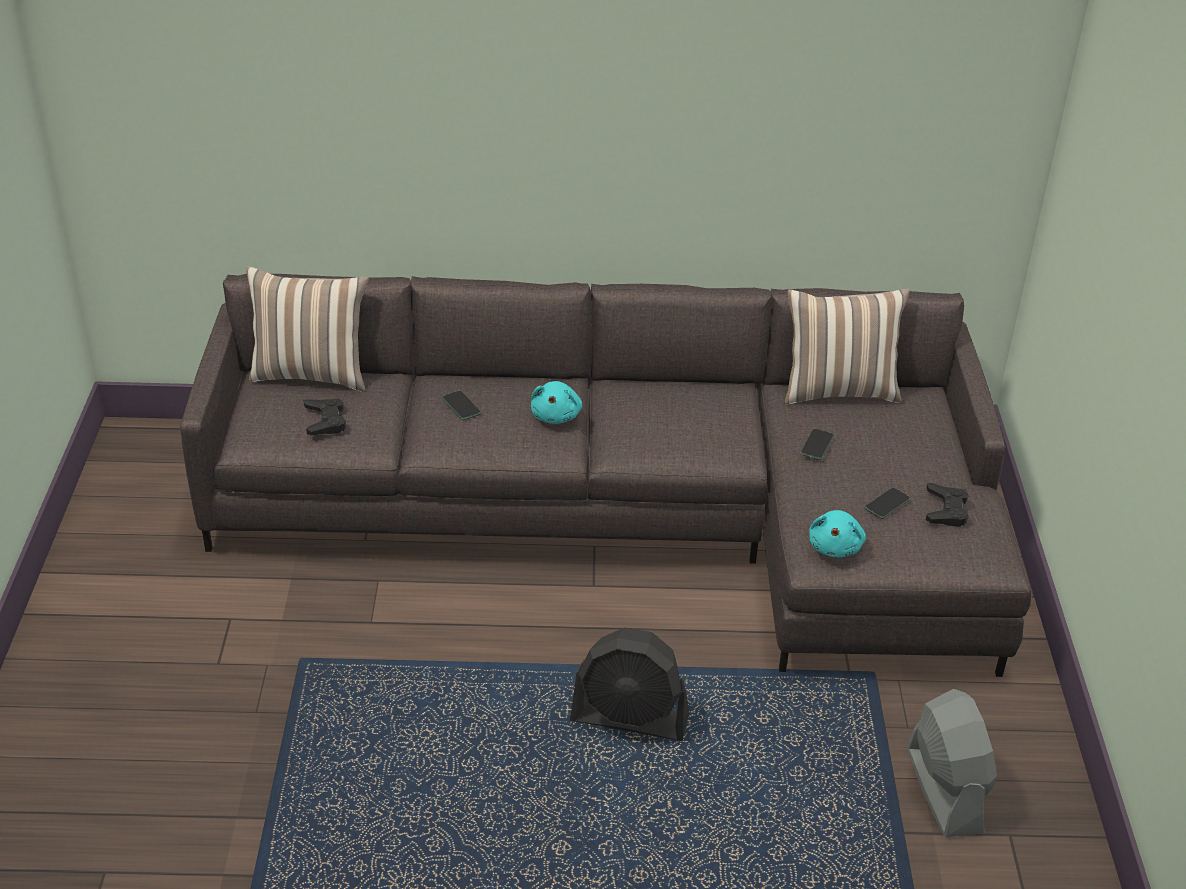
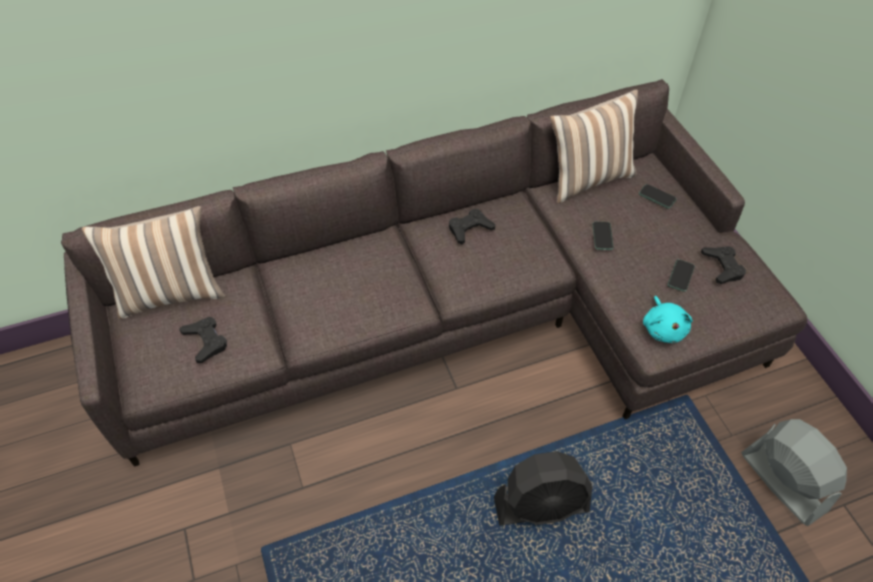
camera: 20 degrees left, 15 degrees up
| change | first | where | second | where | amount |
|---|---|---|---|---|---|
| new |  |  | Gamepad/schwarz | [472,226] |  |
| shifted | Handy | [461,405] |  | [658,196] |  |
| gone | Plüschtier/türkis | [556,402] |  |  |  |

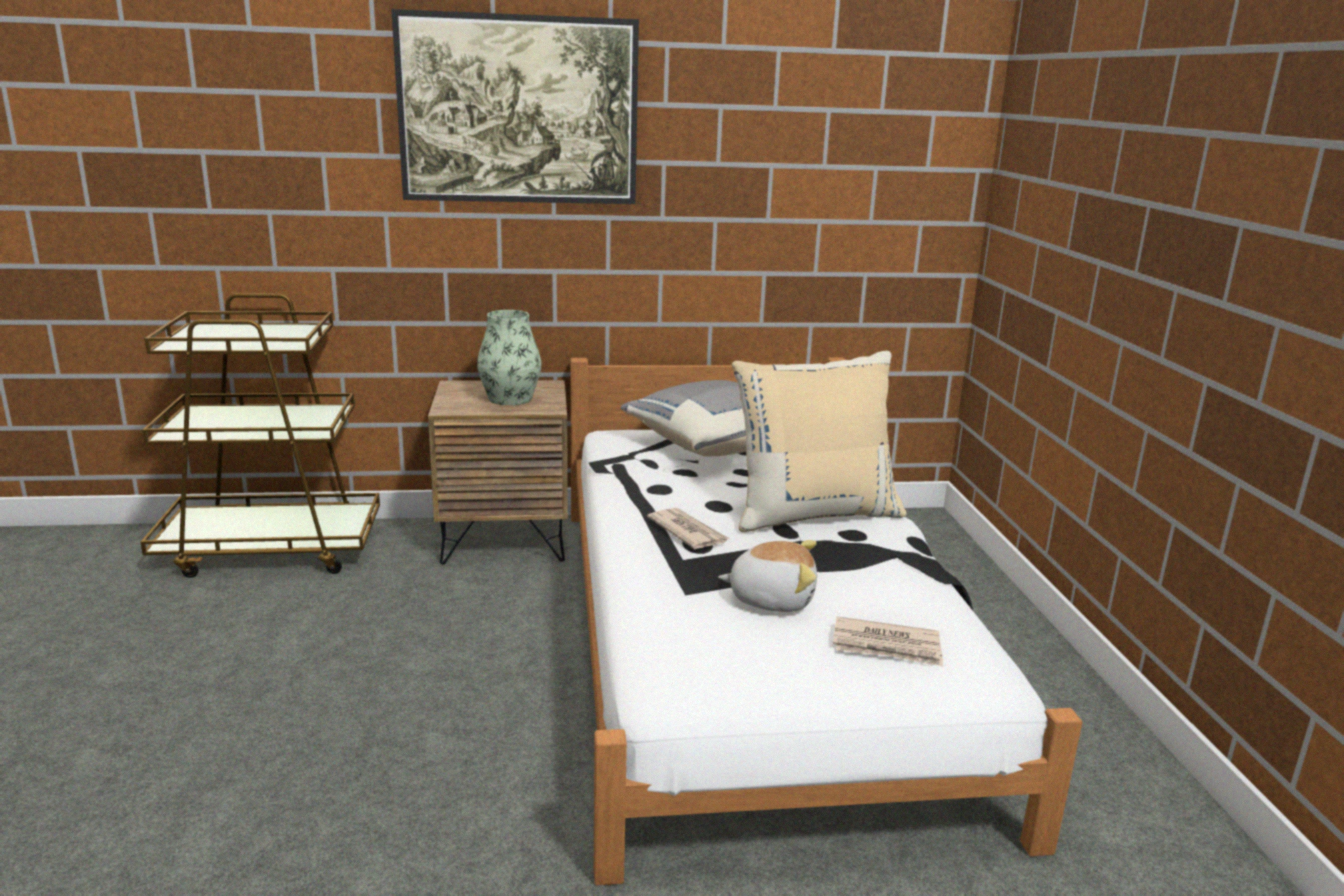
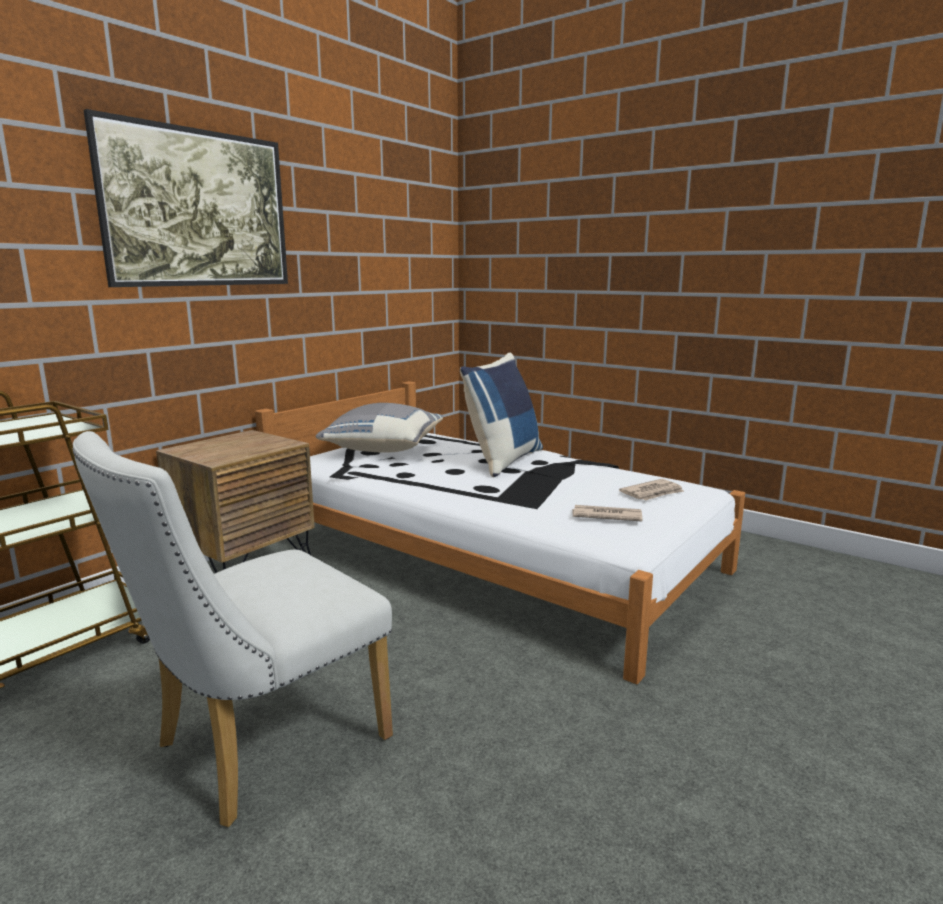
camera: 45 degrees left, 5 degrees down
| change | first | where | second | where | amount |
|---|---|---|---|---|---|
| new |  |  | Stuhl/weiß | [233,629] |  |
| repainted | Kissen/beige | [819,441] | Kissen/blau | [501,415] |  |
| shifted | Zeitung | [688,528] |  | [607,513] |  |
| gone | Vase | [509,357] |  |  |  |
| gone | Plüschtier | [767,576] |  |  |  |

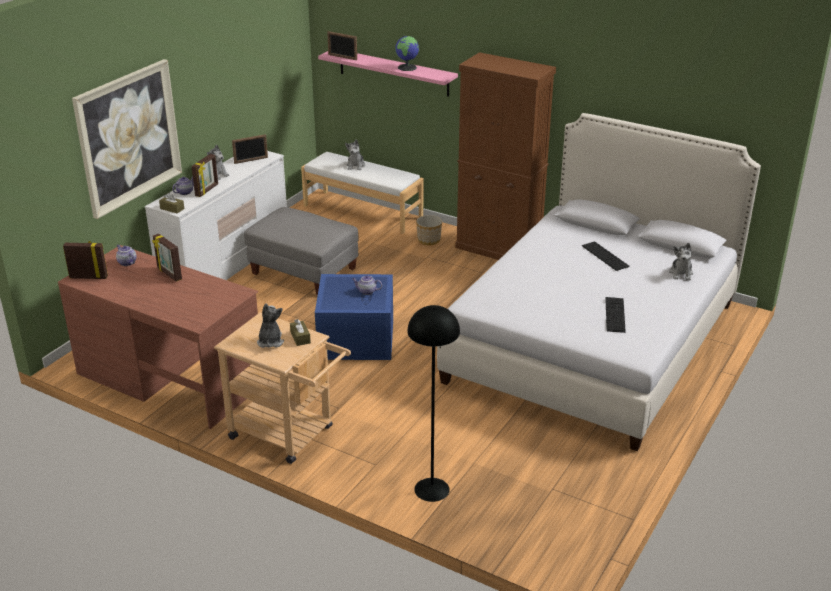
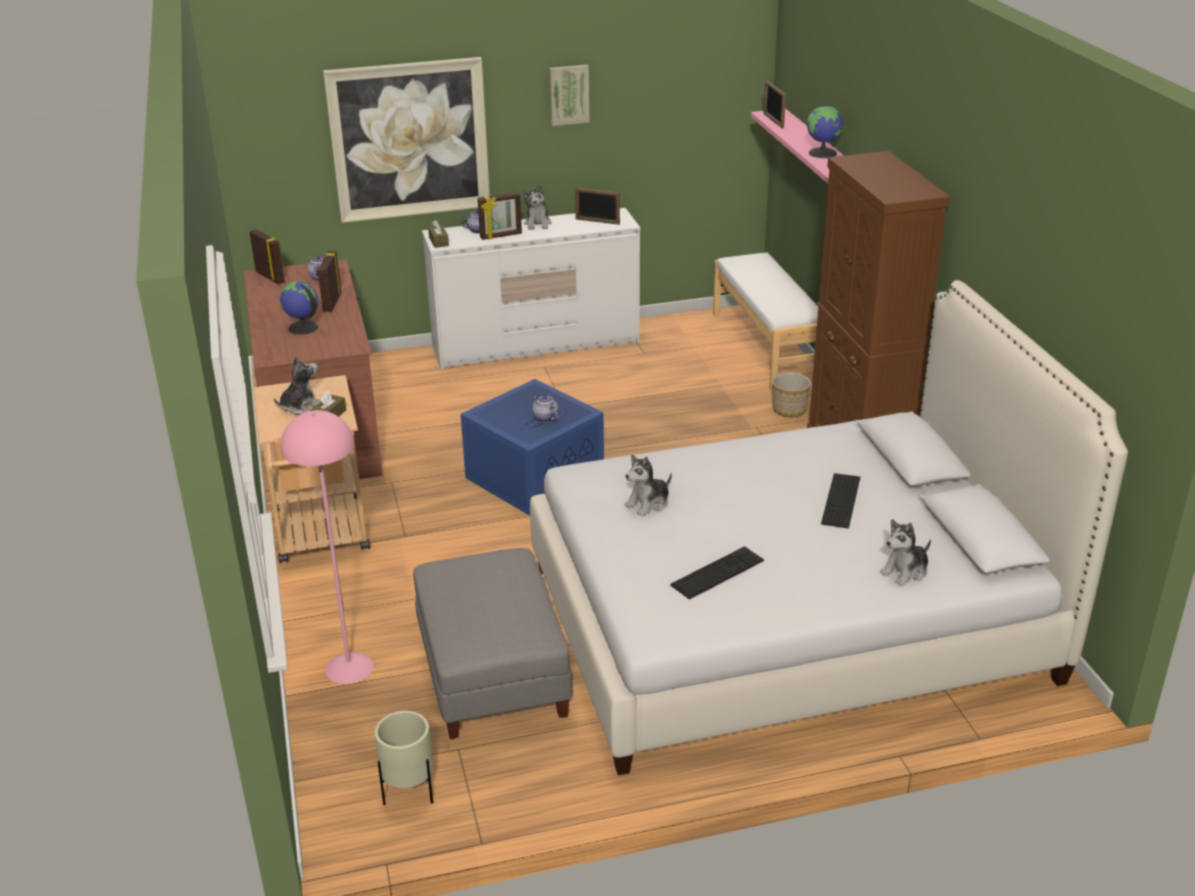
camera: 45 degrees right, 0 degrees up
| change | first | where | second | where | amount |
|---|---|---|---|---|---|
| new |  |  | Globus | [299,308] |  |
| repainted | Stehlampe/schwarz | [433,403] | Stehlampe/rosa | [327,547] |  |
| new |  |  | Pflanzkübel/beige | [404,758] |  |
| shifted | Polsterhocker/grau | [301,251] |  | [493,643] |  |
| new |  |  | Bild | [569,95] |  |
| shifted | Plüschtier | [355,155] |  | [648,485] |  |

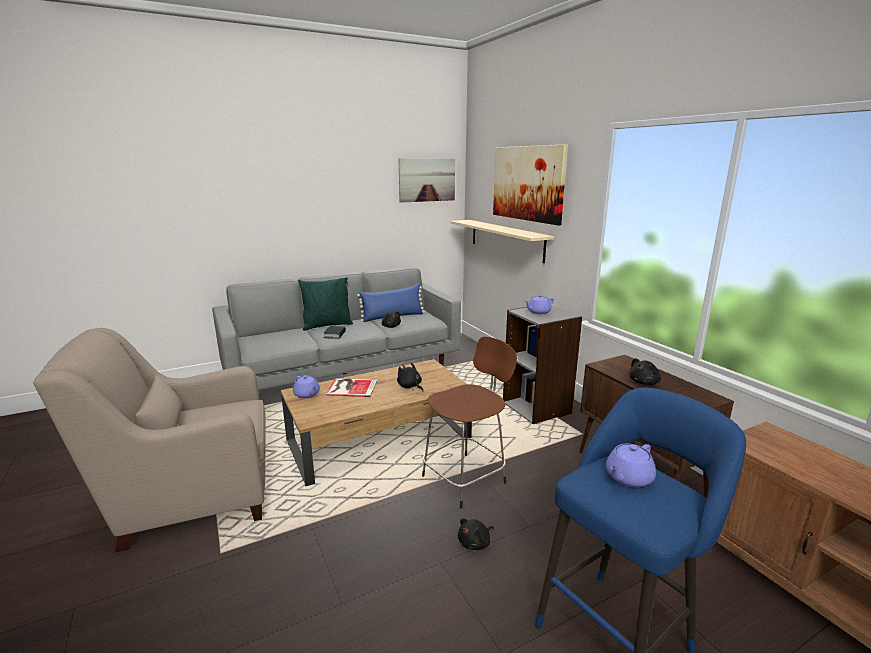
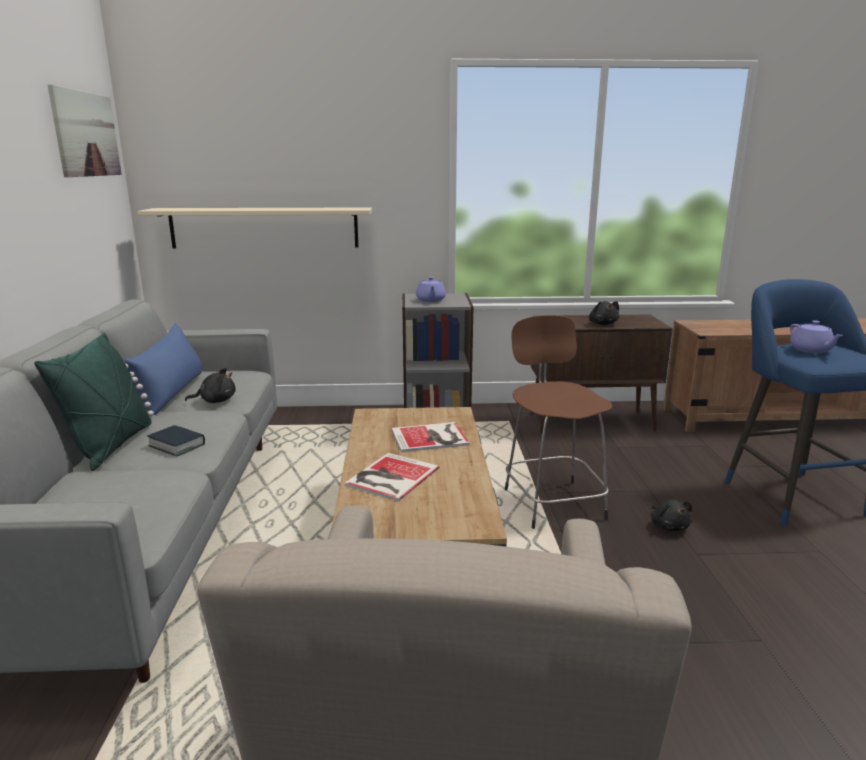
camera: 65 degrees left, 0 degrees up
| change | first | where | second | where | amount |
|---|---|---|---|---|---|
| swapped | Plüschtier/schwarz | [410,377] | Buch | [430,437] |  |
| gone | Teekanne/lila | [306,386] |  |  |  |
| gone | Bild | [530,185] |  |  |  |

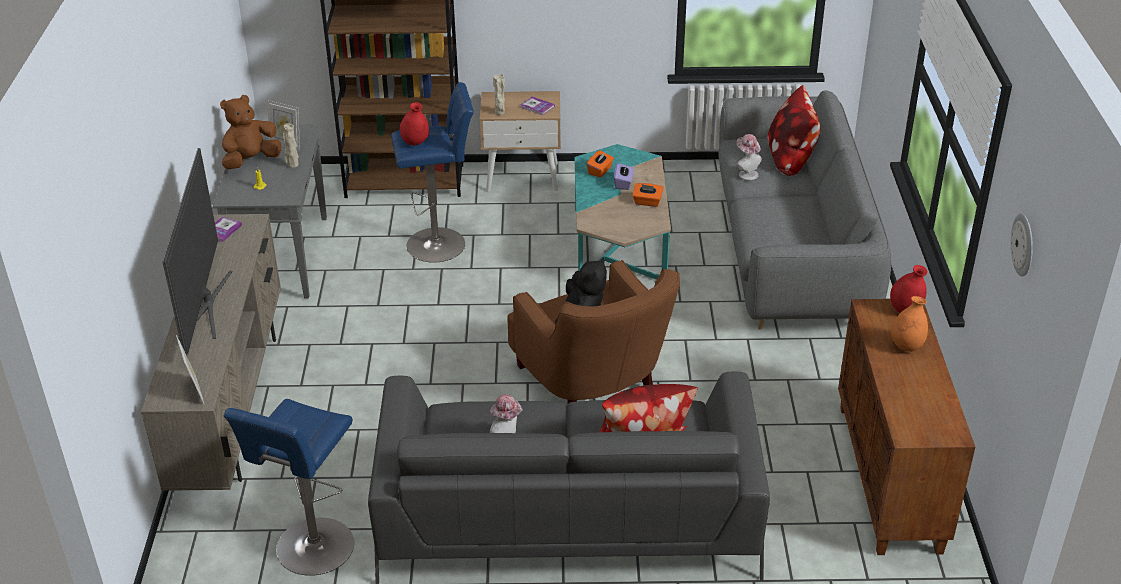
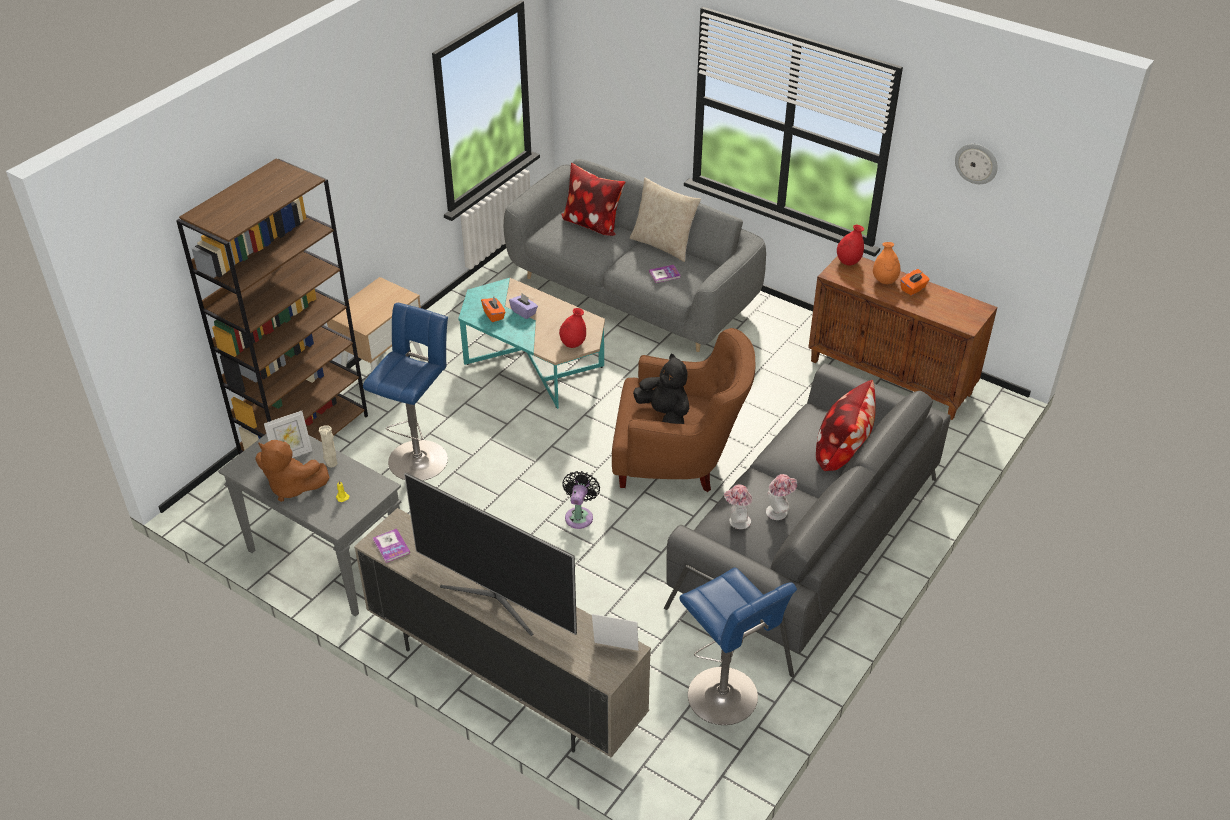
camera: 55 degrees left, 5 degrees up
| change | first | where | second | where | amount |
|---|---|---|---|---|---|
| rotated | Plüschtier/braun | [250,132] |  | [293,471] | 60 degrees counterclockwise |
| shifted | Vase/rot | [414,124] |  | [572,328] |  |
| new |  |  | Ventilator/schwarz | [581,500] |  |
| new |  |  | Kissen/beige | [665,219] |  |
| shifted | Buch | [537,106] |  | [665,274] |  |
| shifted | Hut | [749,157] |  | [738,506] |  |
| shifted | Taschentuchbox/orange | [648,195] |  | [915,282] |  |
| gone | Vase/beige | [499,94] |  |  |  |

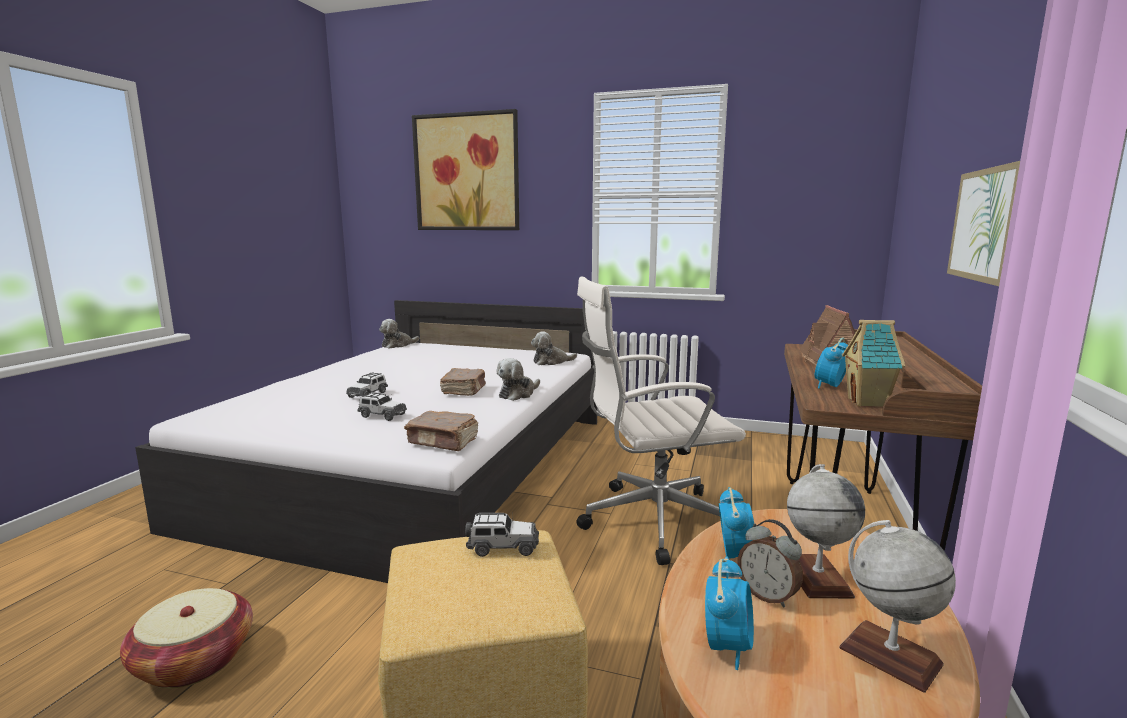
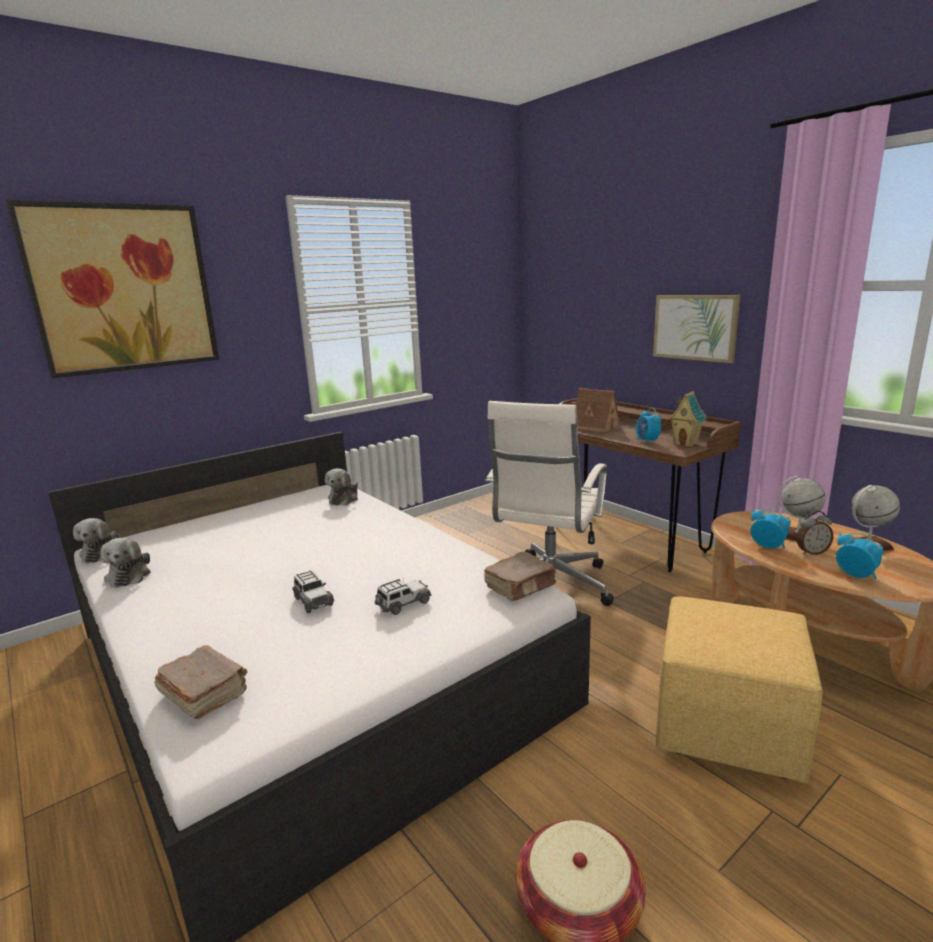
camera: 55 degrees left, 5 degrees up
| change | first | where | second | where | amount |
|---|---|---|---|---|---|
| shifted | Plüschtier | [518,379] |  | [125,562] |  |
| shifted | Buch/braun | [463,382] |  | [200,682] |  |
| gone | Spielzeugauto | [502,535] |  |  |  |

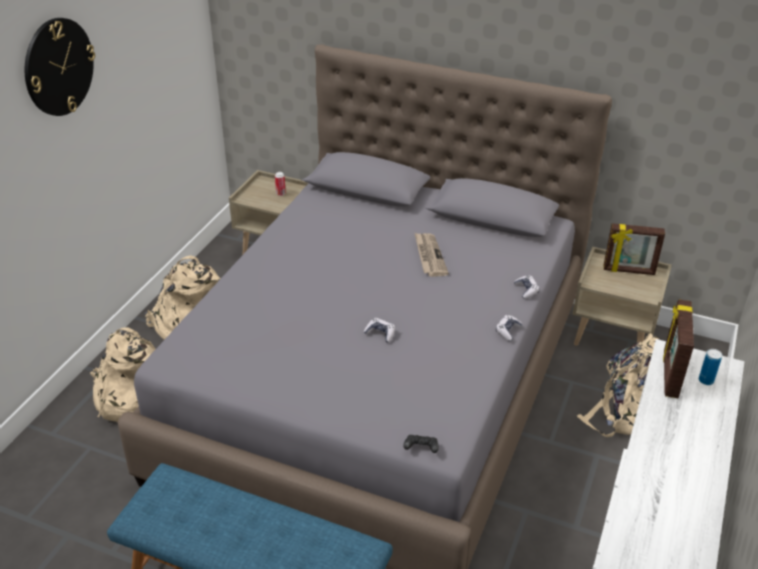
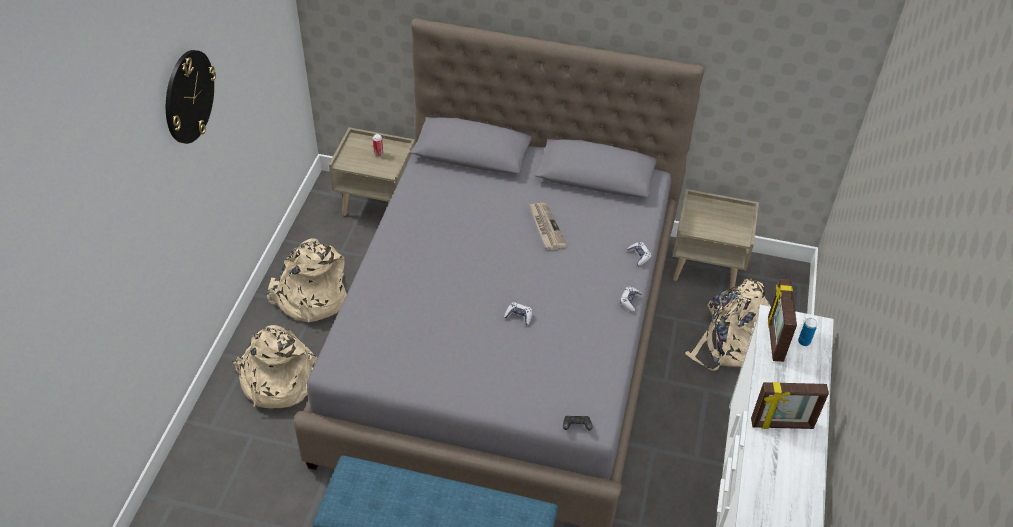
camera: 10 degrees left, 10 degrees up
| change | first | where | second | where | amount |
|---|---|---|---|---|---|
| shifted | Bilderrahmen | [634,249] |  | [790,405] |  |

